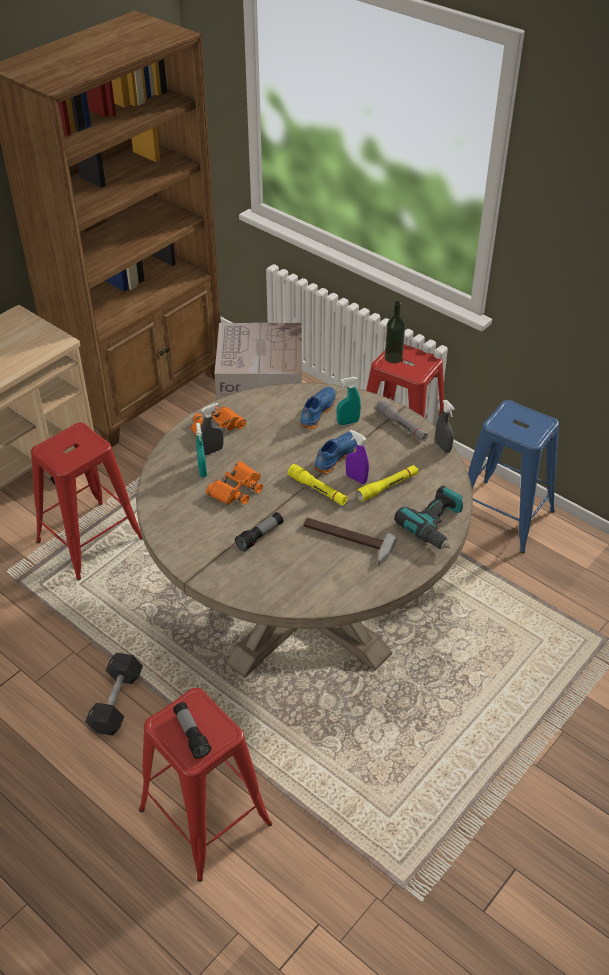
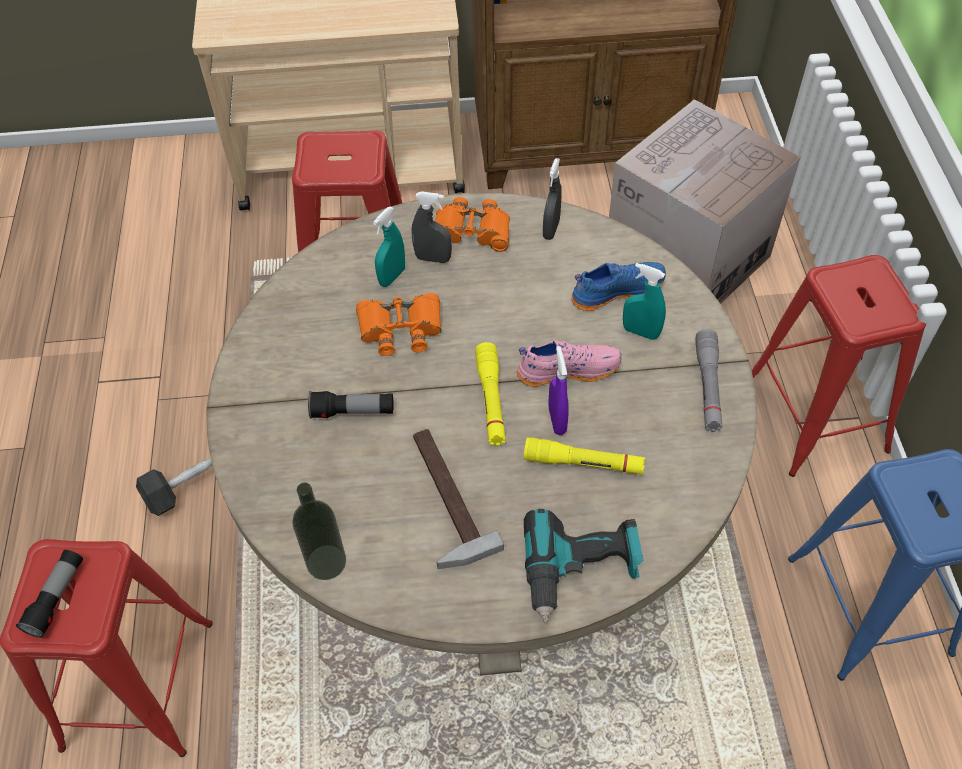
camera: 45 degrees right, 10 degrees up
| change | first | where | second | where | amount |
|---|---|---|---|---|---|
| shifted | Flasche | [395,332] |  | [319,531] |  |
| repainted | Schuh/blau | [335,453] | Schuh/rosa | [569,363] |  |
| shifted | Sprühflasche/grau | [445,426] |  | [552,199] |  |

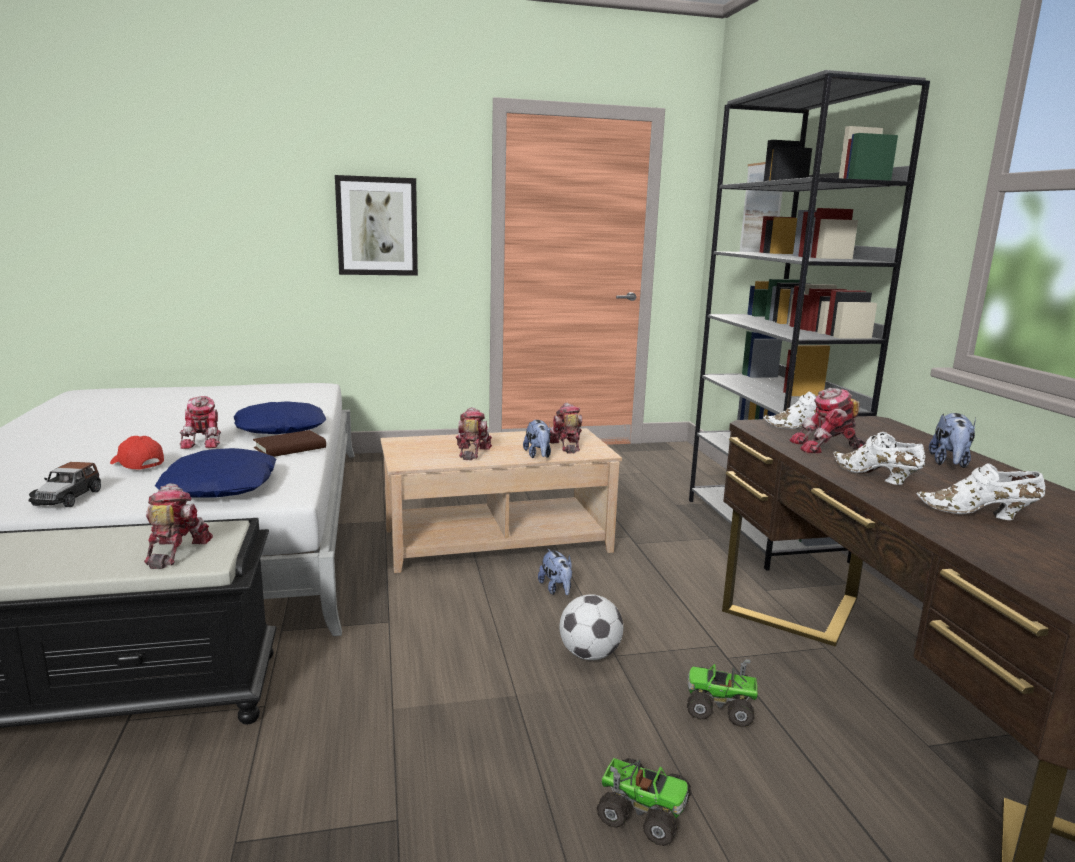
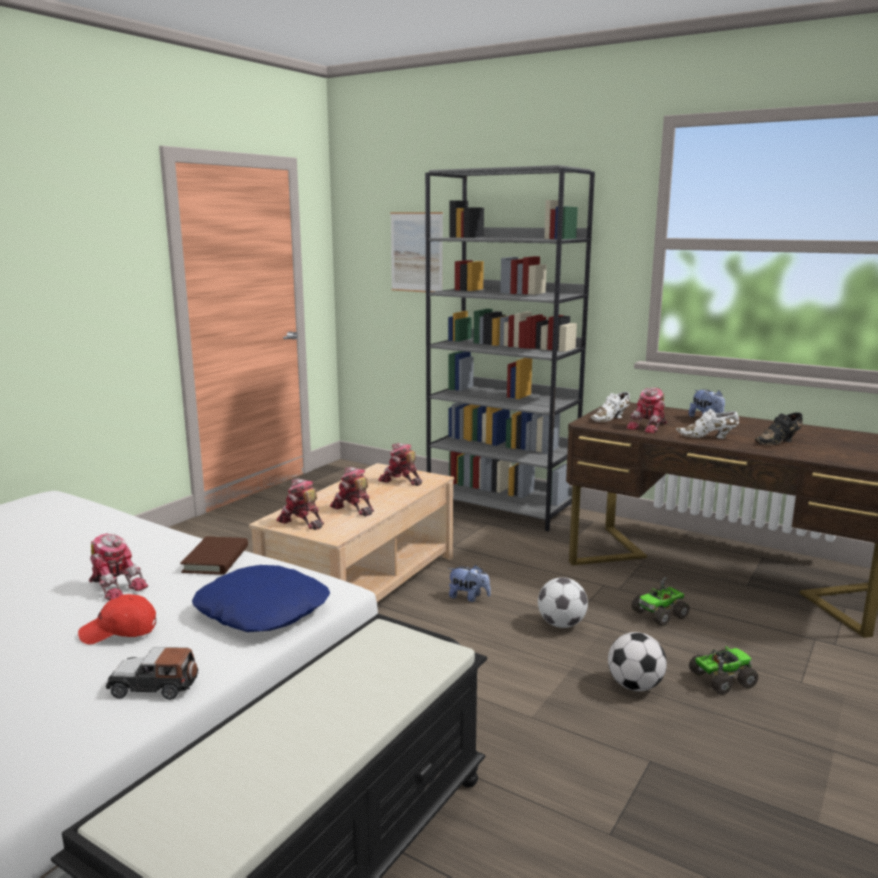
camera: 45 degrees left, 0 degrees up
| change | first | where | second | where | amount |
|---|---|---|---|---|---|
| rotated | Spielzeugauto | [65,484] |  | [152,673] | 135 degrees clockwise |
| shifted | Spielzeugroboter | [178,526] |  | [300,504] |  |
| new |  |  | Fußball | [637,661] |  |
| repainted | Schuh/weiß | [981,491] | Schuh/schwarz | [779,428] |  |
| gone | Kissen/blau | [280,417] |  |  |  |
| gone | Bild | [376,225] |  |  |  |
| gone | Plüschtier | [537,438] |  |  |  |

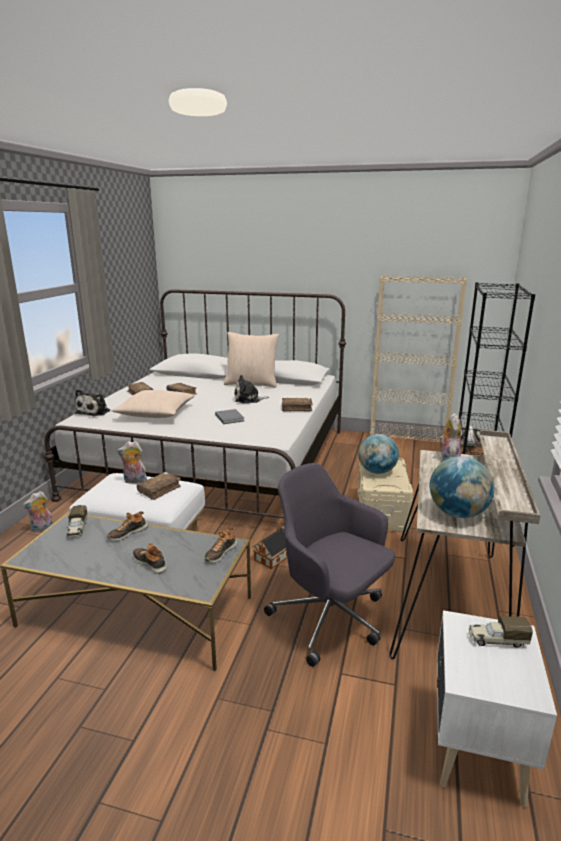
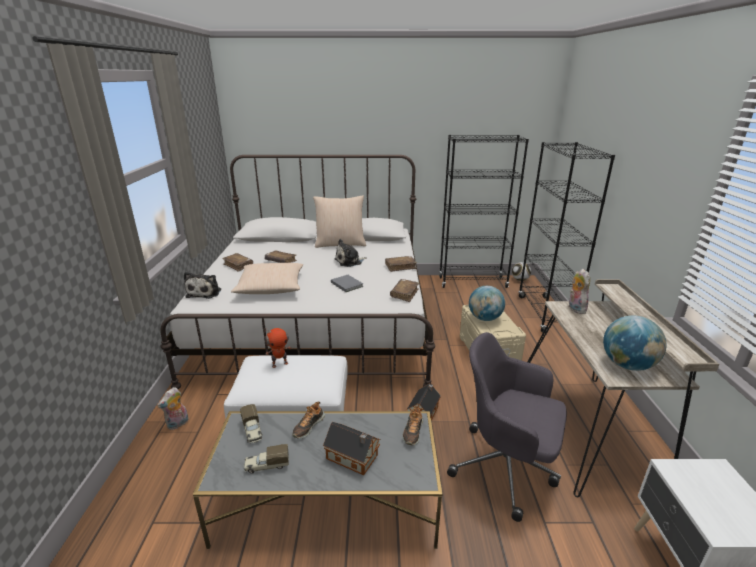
camera: 15 degrees left, 5 degrees up
| change | first | where | second | where | amount |
|---|---|---|---|---|---|
| shifted | Spielzeuglaster | [501,632] |  | [266,459] |  |
| swapped | Plüschtier | [132,462] | Spielzeugroboter | [277,348] |  |
| swapped | Schuh | [150,558] | Spielzeughaus | [352,448] |  |
| shifted | Buch/braun | [159,486] |  | [404,290] |  |
| repainted | Bücherregal/beige | [418,358] | Bücherregal/schwarz | [484,211] |  |

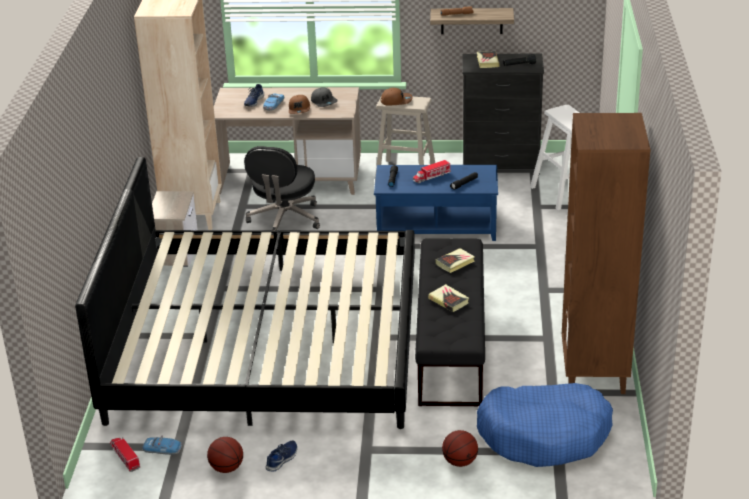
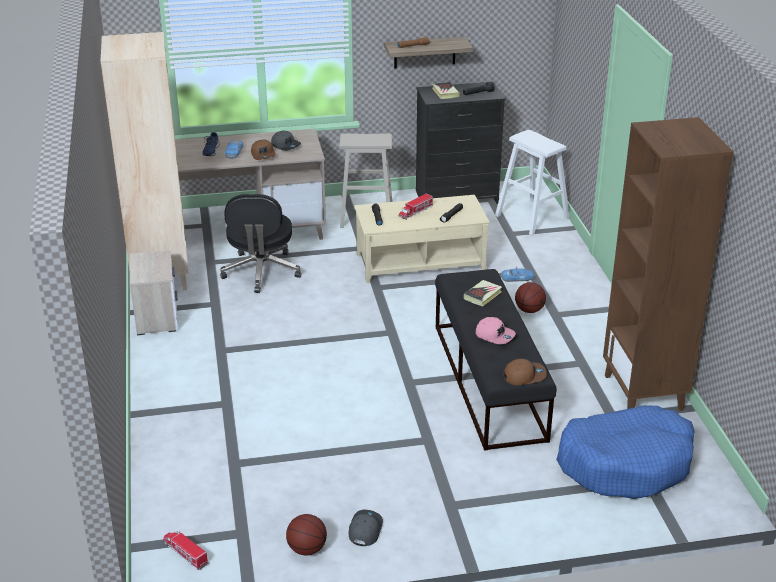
camera: 15 degrees left, 0 degrees up
| change | first | where | second | where | amount |
|---|---|---|---|---|---|
| swapped | Schuh/blau | [281,456] | Kappe/grau | [366,528] |  |
| repainted | Couchtisch/blau | [436,203] | Couchtisch/beige | [422,239] |  |
| swapped | Buch | [448,298] | Kappe/rosa | [496,330] |  |
| shifted | Spielzeugauto | [162,445] |  | [517,274] |  |
| shifted | Kappe/braun | [396,97] |  | [525,372] |  |
| shifted | Basketball | [460,448] |  | [530,297] |  |
| gone | Bett | [245,293] |  |  |  |

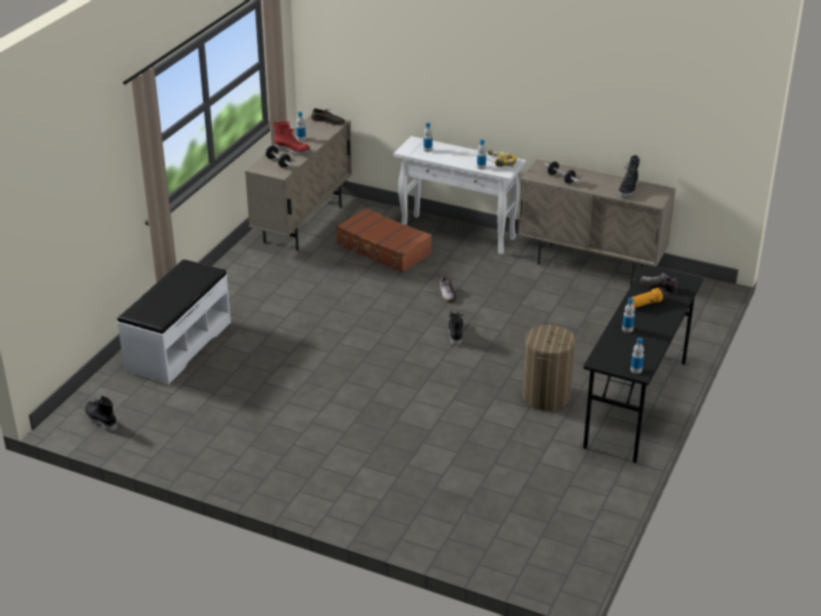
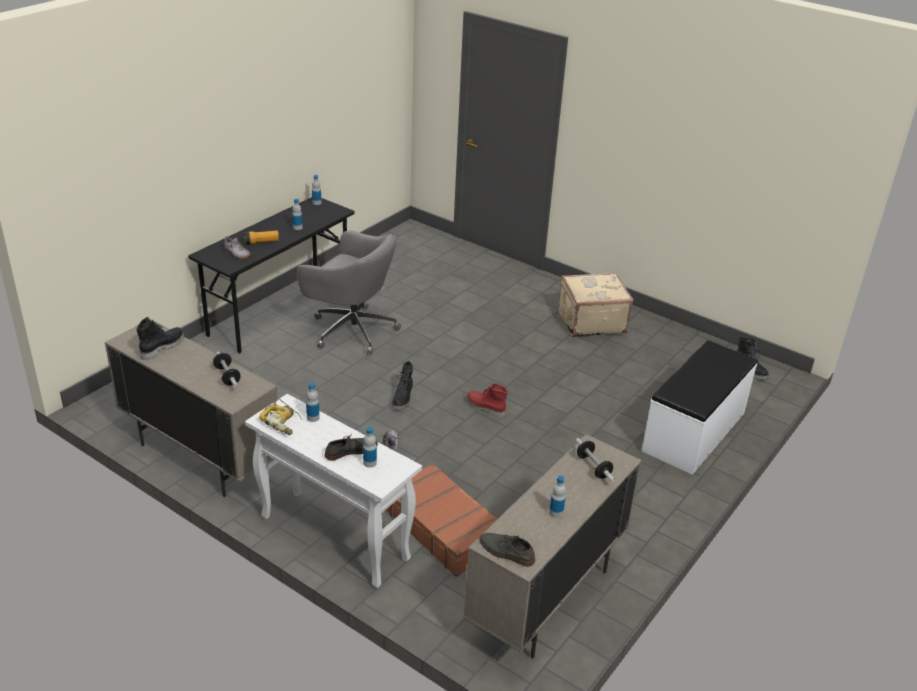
camera: 170 degrees left, 0 degrees up
| change | first | where | second | where | amount |
|---|---|---|---|---|---|
| swapped | Wäschekorb | [549,367] | Bürostuhl/grau | [349,292] |  |
| new |  |  | Schuh/grau | [351,448] |  |
| shifted | Stiefel/rot | [292,138] |  | [487,400] |  |
| new |  |  | Koffer/beige | [595,304] |  |

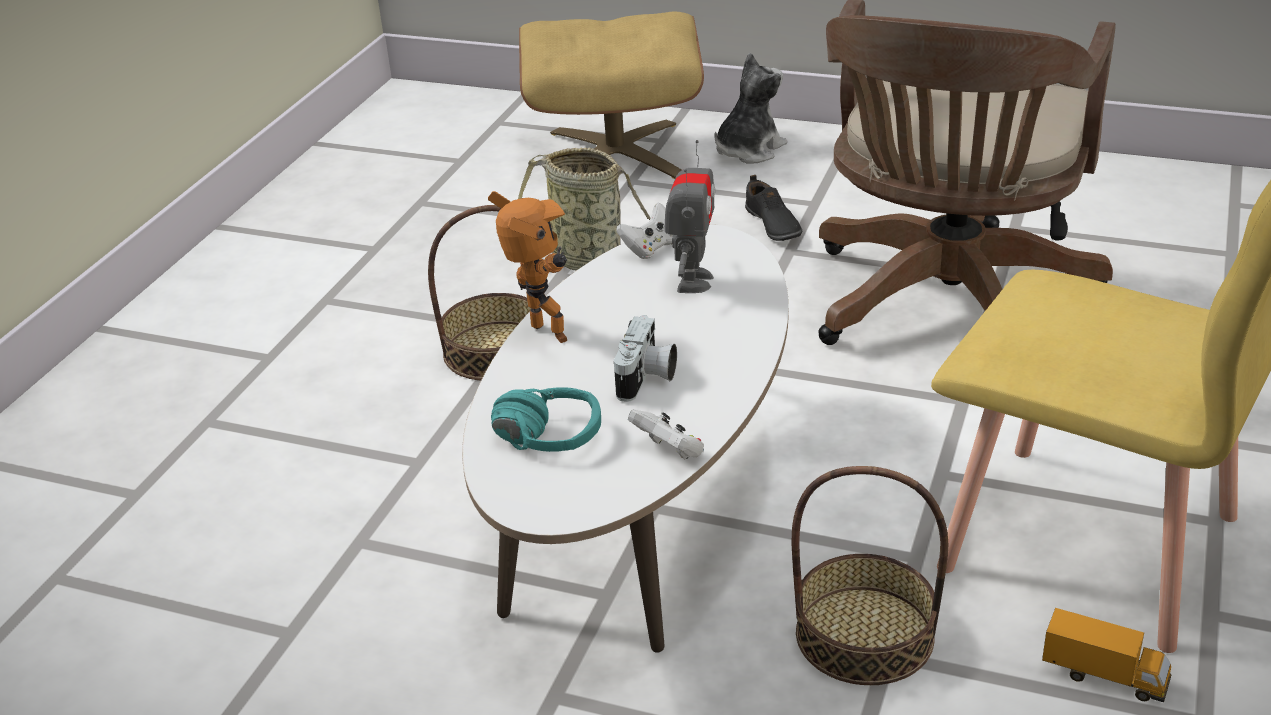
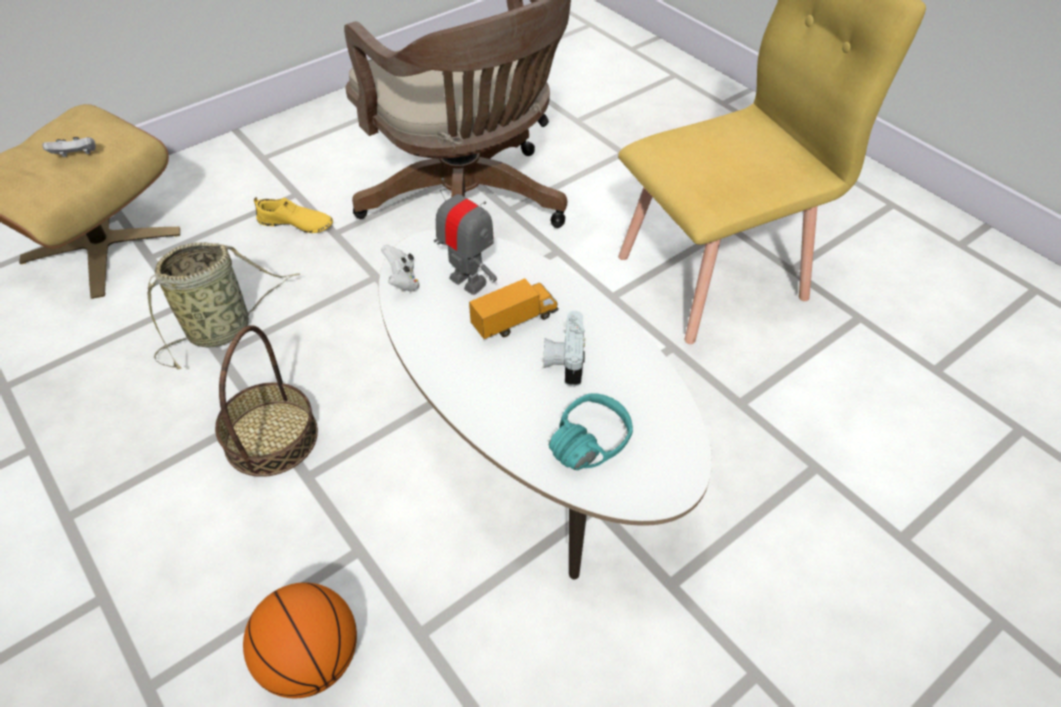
camera: 60 degrees left, 15 degrees up
| change | first | where | second | where | amount |
|---|---|---|---|---|---|
| shifted | Gamepad/weiß | [666,434] |  | [69,147] |  |
| new |  |  | Basketball | [300,640] |  |
| repainted | Schuh/schwarz | [773,208] | Schuh/gelb | [293,215] |  |
| shifted | Spielzeuglaster | [1106,655] |  | [513,308] |  |
| rotated | Kamera | [645,358] |  | [564,349] | 135 degrees counterclockwise |
| gone | Spielzeugroboter | [527,267] |  |  |  |
| gone | Plüschtier | [750,108] |  |  |  |
| gone | Korb | [870,575] |  |  |  |

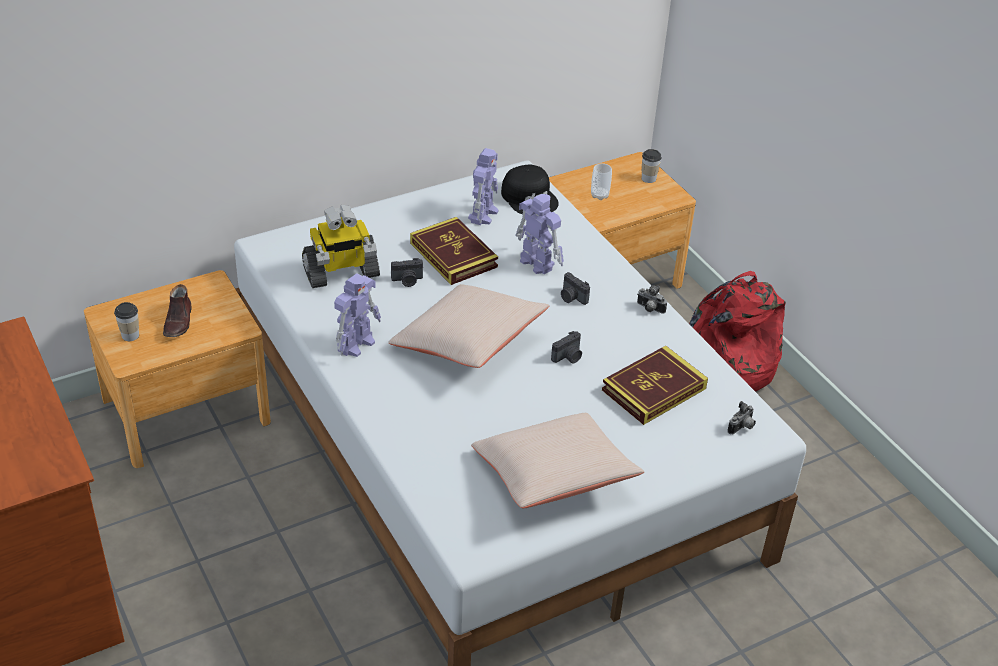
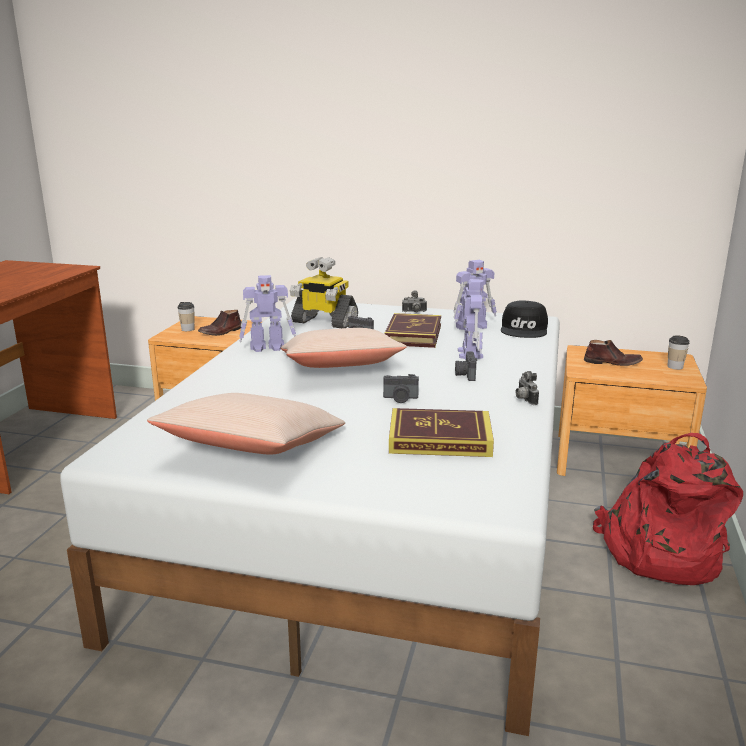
camera: 45 degrees right, 20 degrees down
| change | first | where | second | where | amount |
|---|---|---|---|---|---|
| shifted | Kamera | [741,417] |  | [414,301] |  |
| swapped | Tasse | [601,181] | Schuh/braun | [613,353] |  |

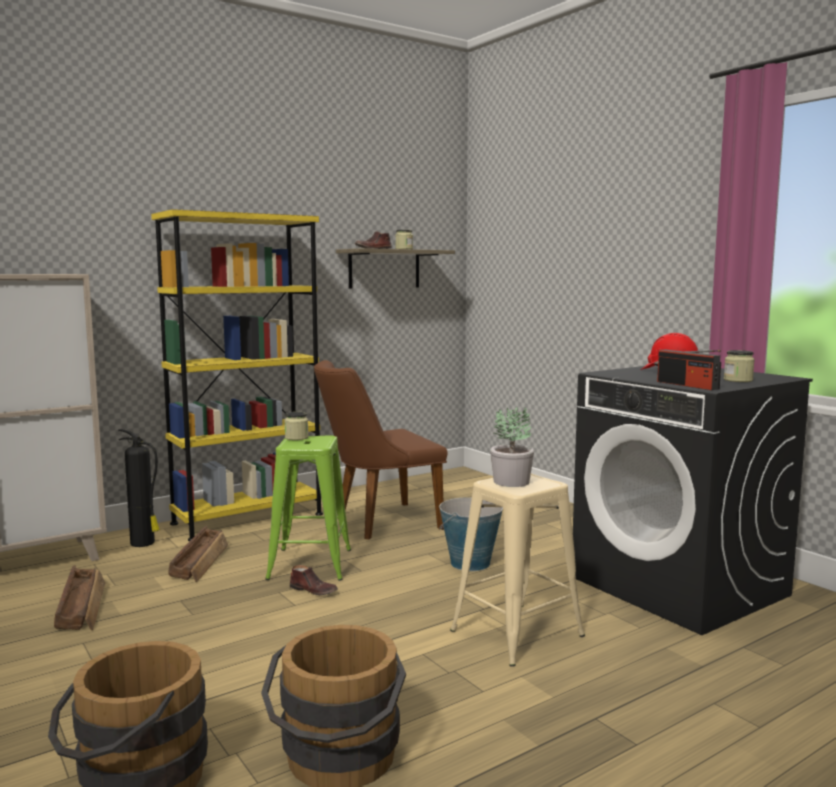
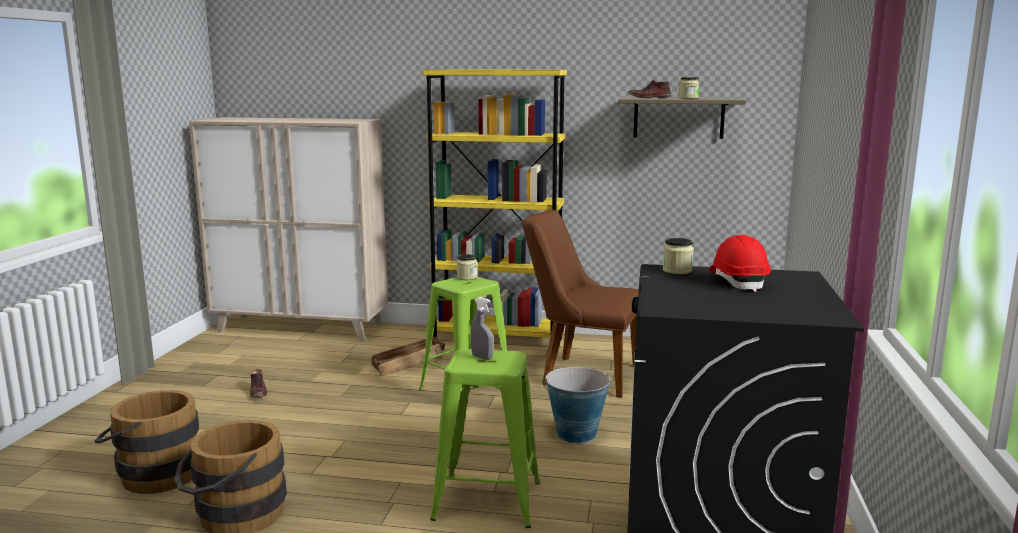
camera: 45 degrees right, 5 degrees up
| change | first | where | second | where | amount |
|---|---|---|---|---|---|
| shifted | Schuh/braun | [314,580] |  | [258,383] |  |
| repainted | Hocker/beige | [517,570] | Hocker/grün | [485,438] |  |
| swapped | Topfpflanze | [512,447] | Sprühflasche/grau | [482,328] |  |
| shifted | Vorratsglas | [739,366] |  | [678,256] |  |
| gone | Kiste | [79,597] |  |  |  |
| gone | Feuerlöscher | [139,488] |  |  |  |
| gone | Radio | [689,370] |  |  |  |

